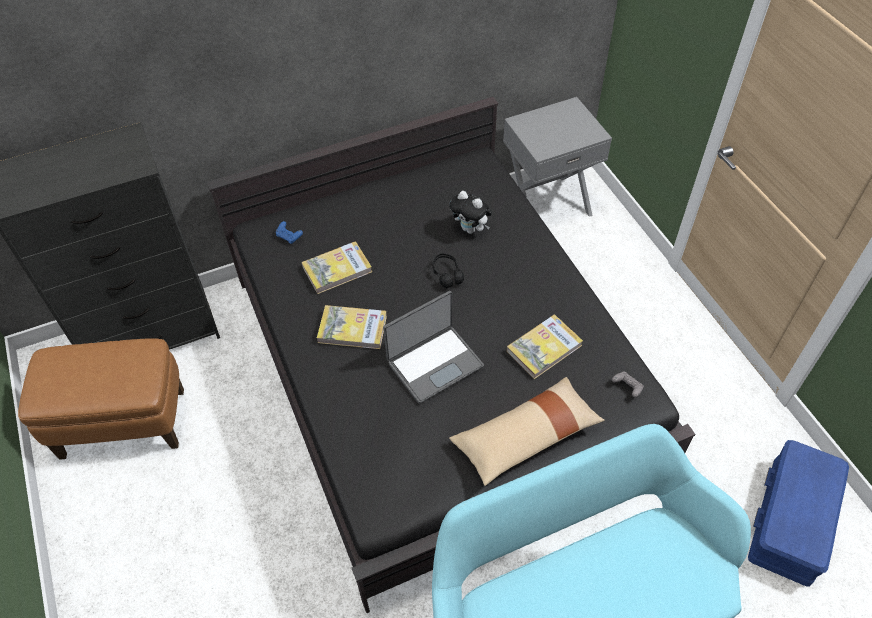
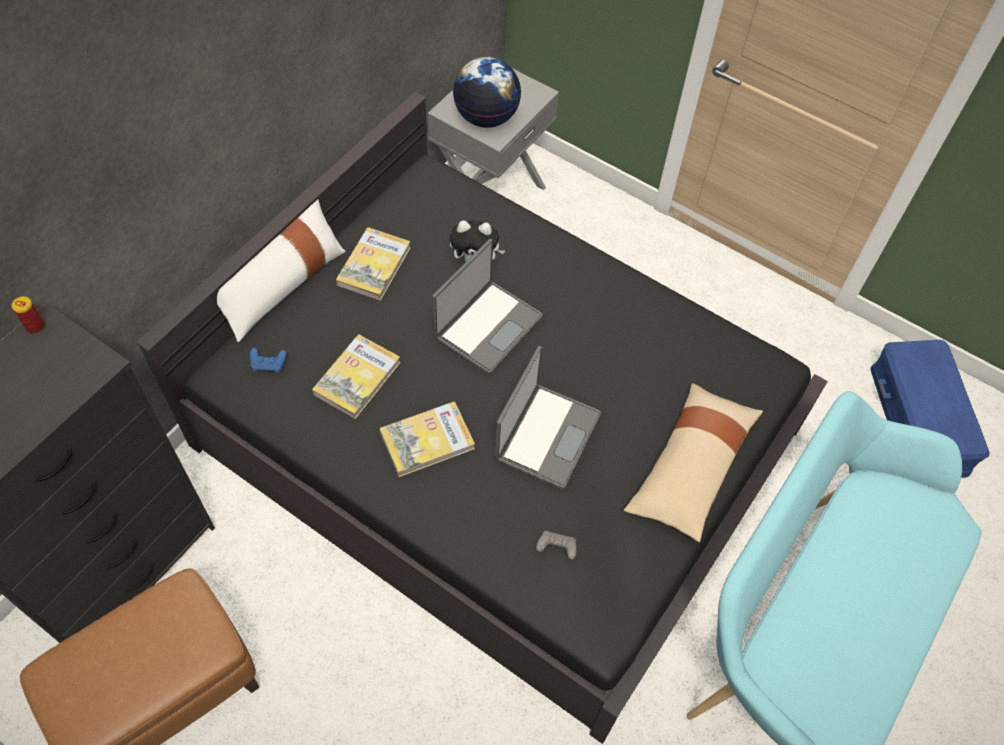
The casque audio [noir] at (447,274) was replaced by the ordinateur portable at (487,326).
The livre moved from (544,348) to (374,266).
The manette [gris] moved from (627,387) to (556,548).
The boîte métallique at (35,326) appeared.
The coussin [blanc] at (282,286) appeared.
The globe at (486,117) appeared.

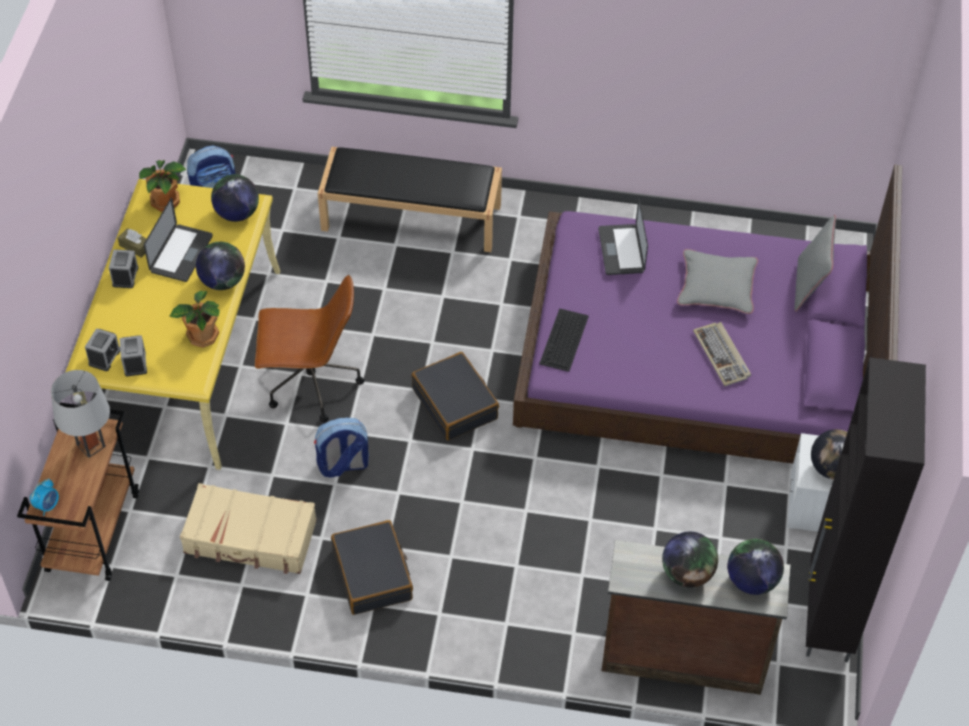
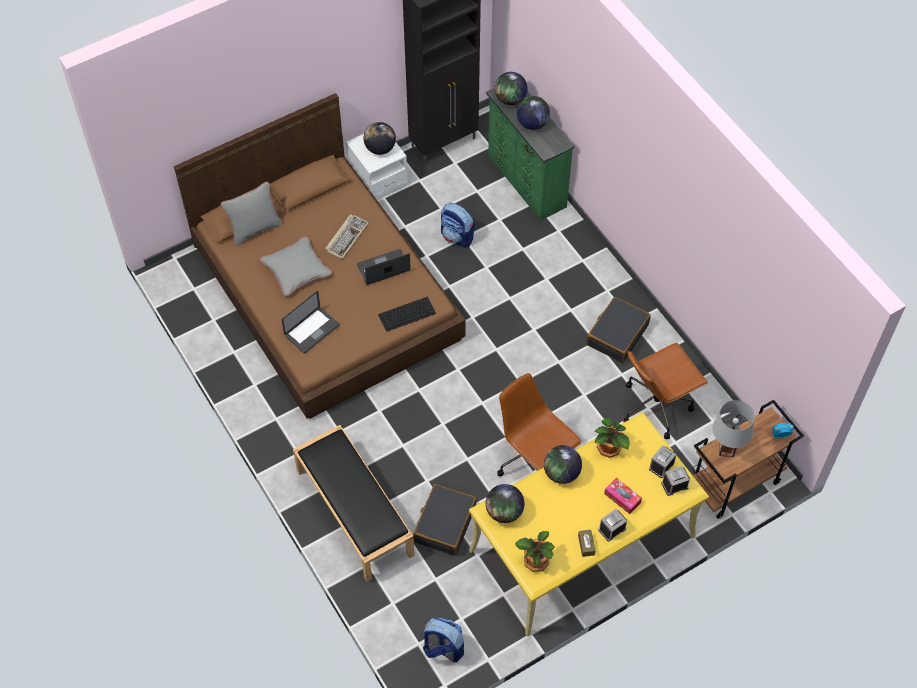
The ordinateur portable moved from (181,254) to (383,268).
The valise [beige] at (250,538) was replaced by the chaise de bureau [marron] at (656,406).
The sac à dos moved from (343,465) to (457,237).
The valise [noir] moved from (455,404) to (444,524).
The lit [violet] at (697,355) became the lit [marron] at (326,290).
The commode [marron] at (682,657) became the commode [vert] at (526,182).
The boîte à mouchoirs at (622,498) appeared.

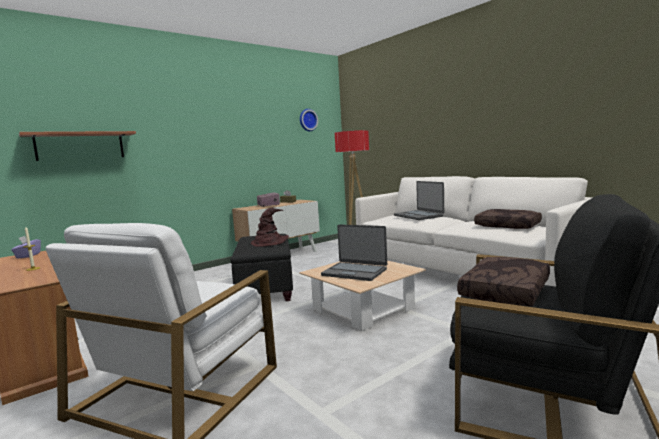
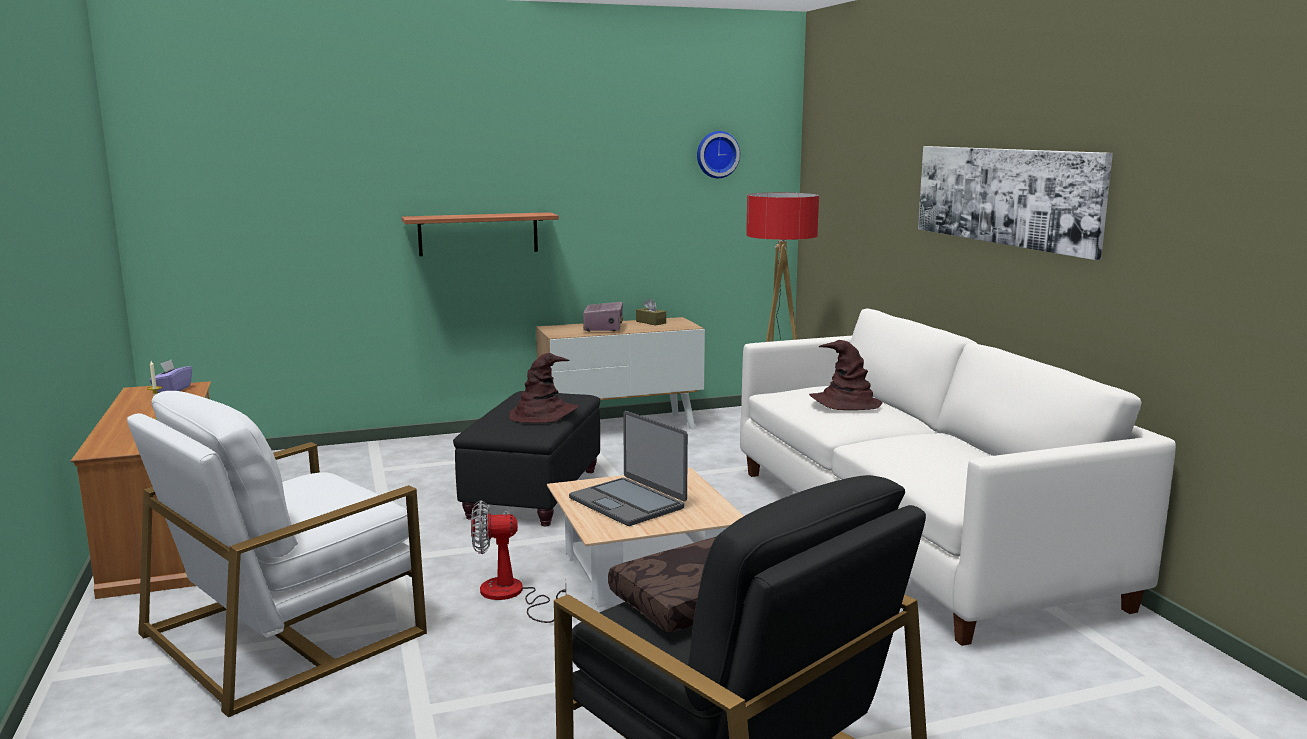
The étagère moved from (80,146) to (478,234).
The ordinateur portable at (418,216) was replaced by the chapeau [marron] at (844,403).
The coussin [marron] at (508,226) disappeared.
The ventilateur at (511,595) appeared.
The tableau at (1005,196) appeared.

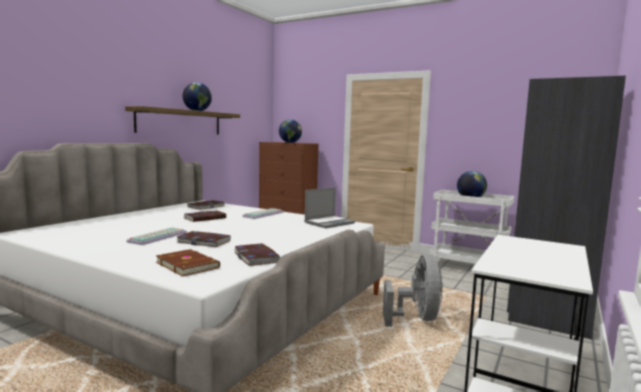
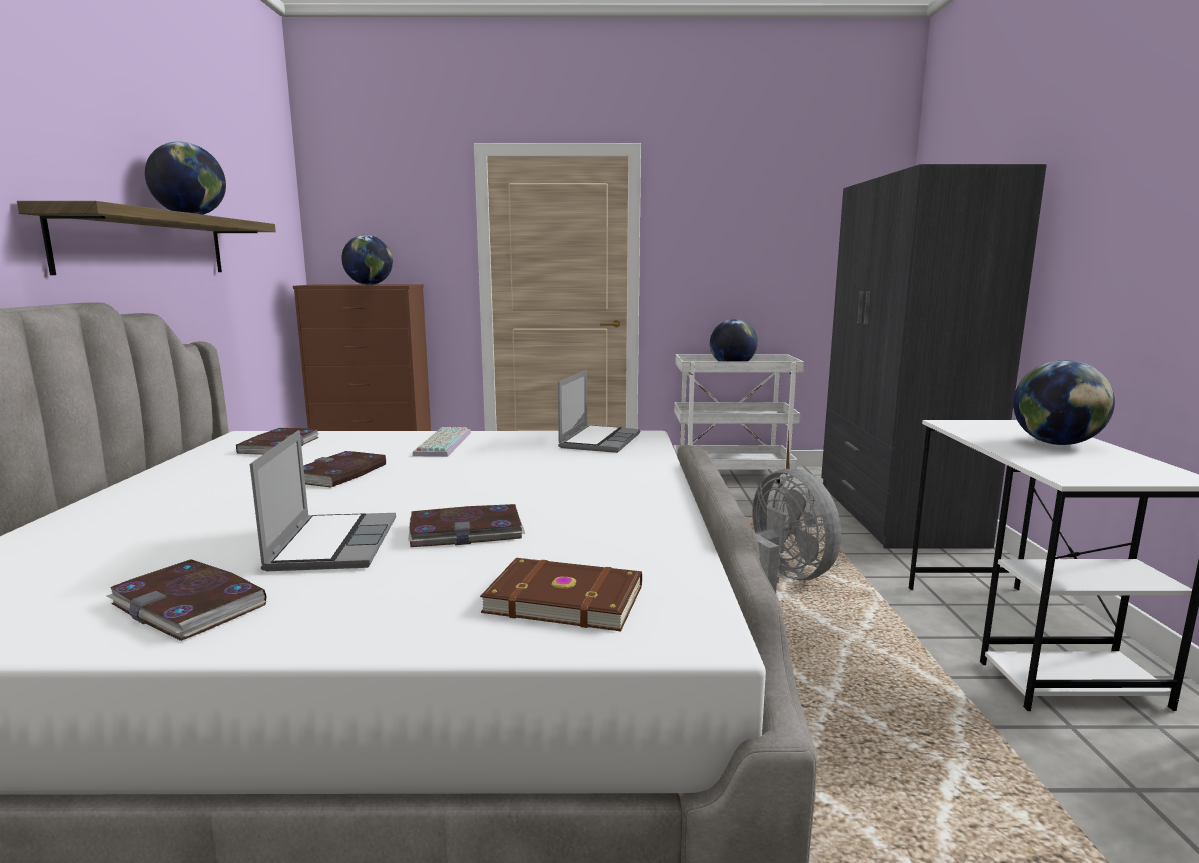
The clavier at (158,237) was replaced by the ordinateur portable at (332,544).
The livre moved from (256,257) to (190,604).
The globe at (1055,443) appeared.

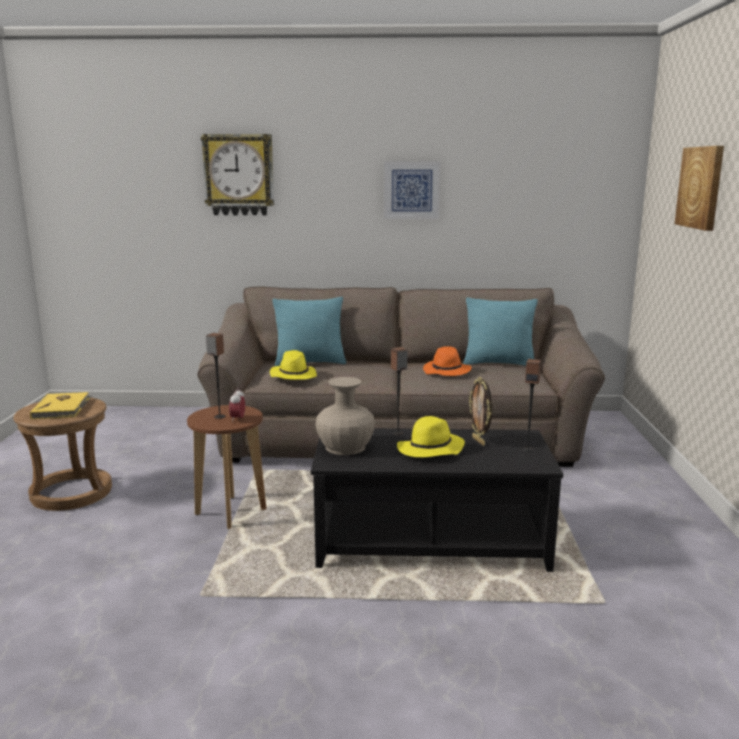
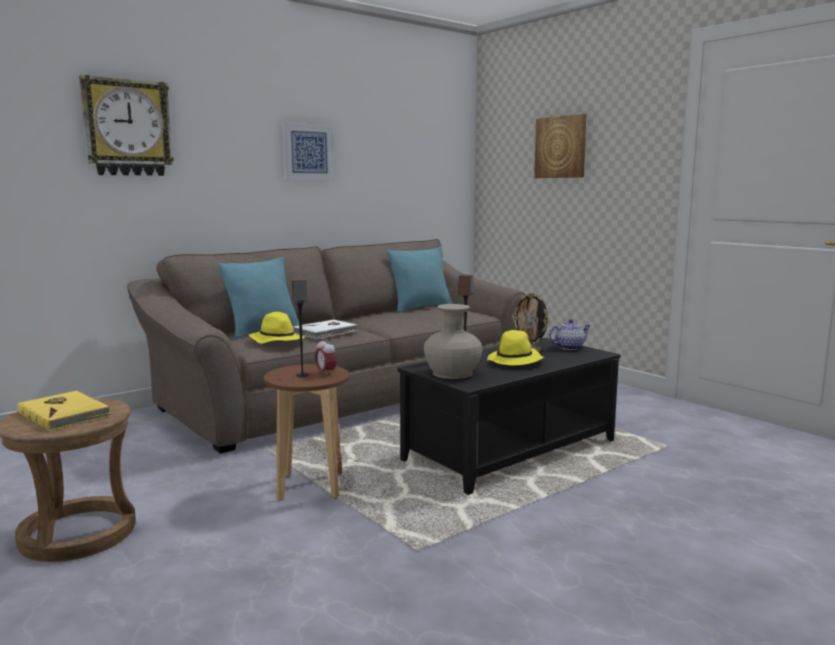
The chapeau [orange] at (447,371) disappeared.
The enceinte at (527,449) was replaced by the théière at (569,347).
The livre [blanc] at (326,332) appeared.

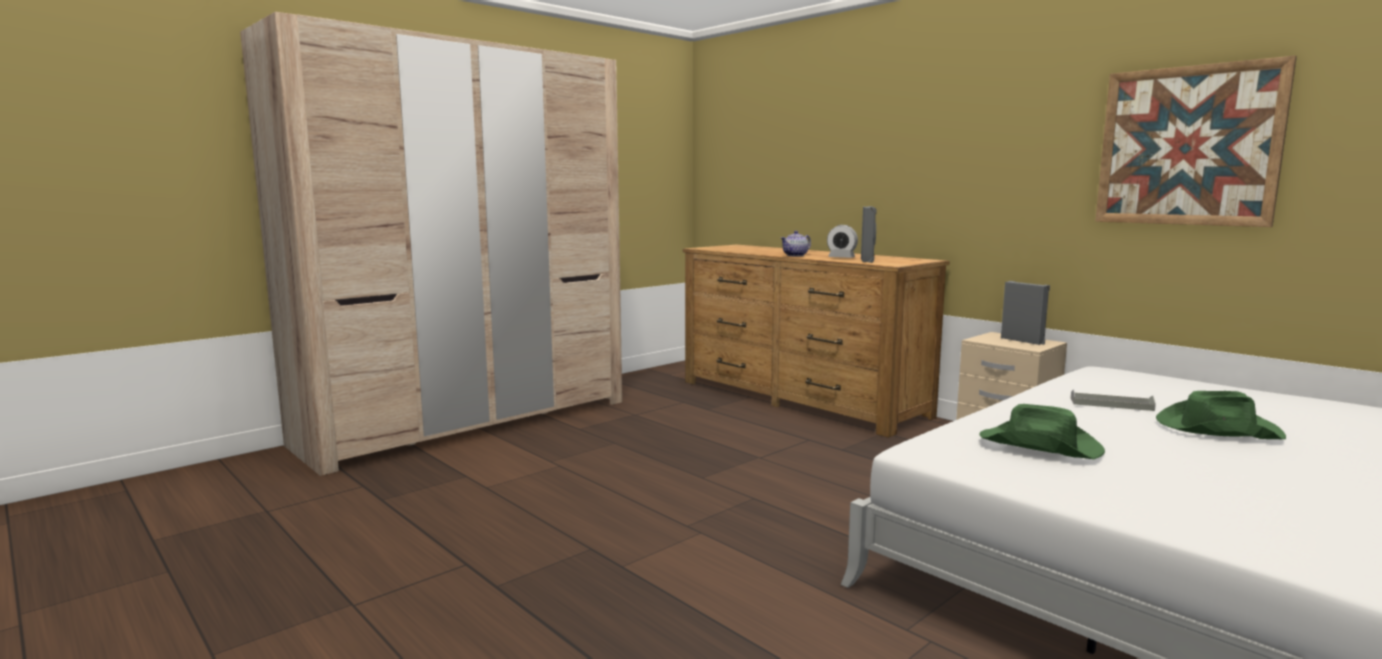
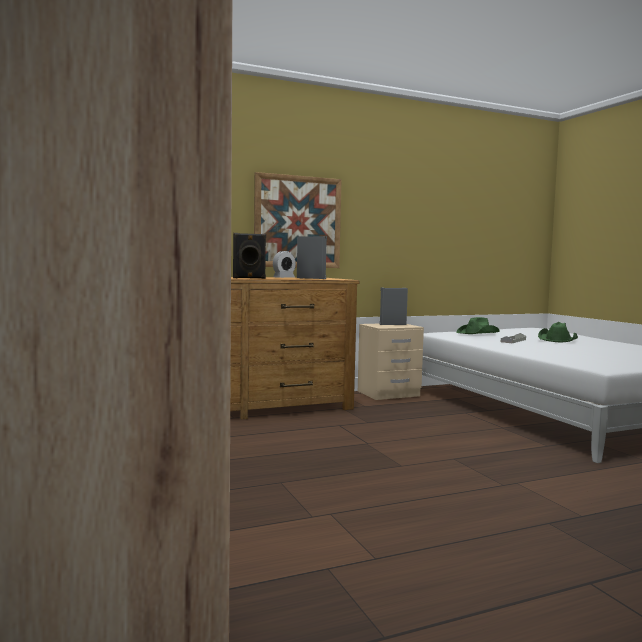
The théière at (795,255) was replaced by the enceinte [noir] at (249,278).
The chapeau [vert] moved from (1041,446) to (478,333).
The tableau moved from (1187,146) to (297,222).

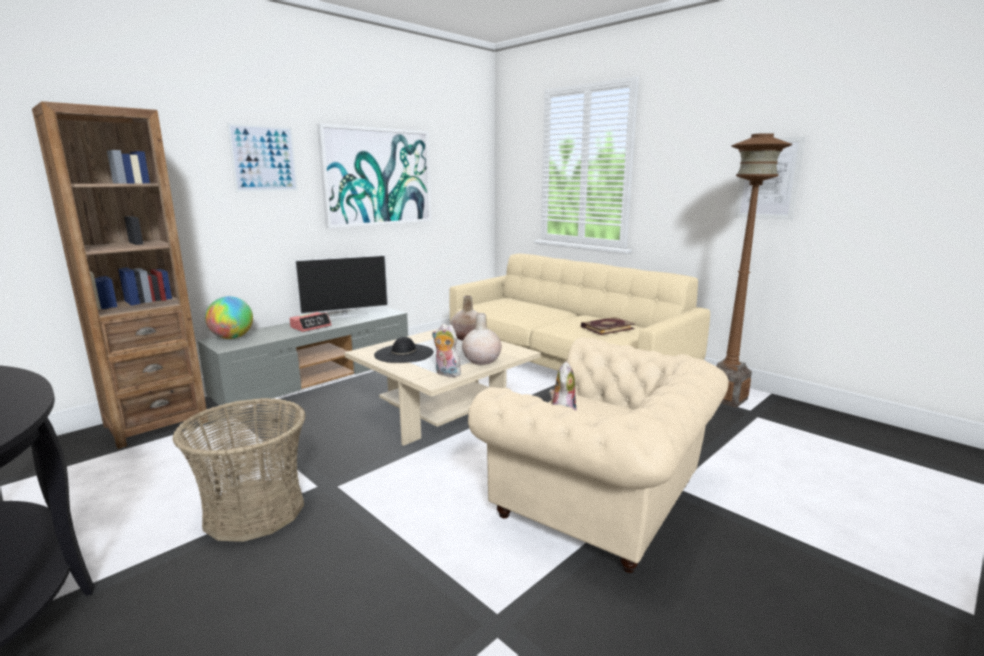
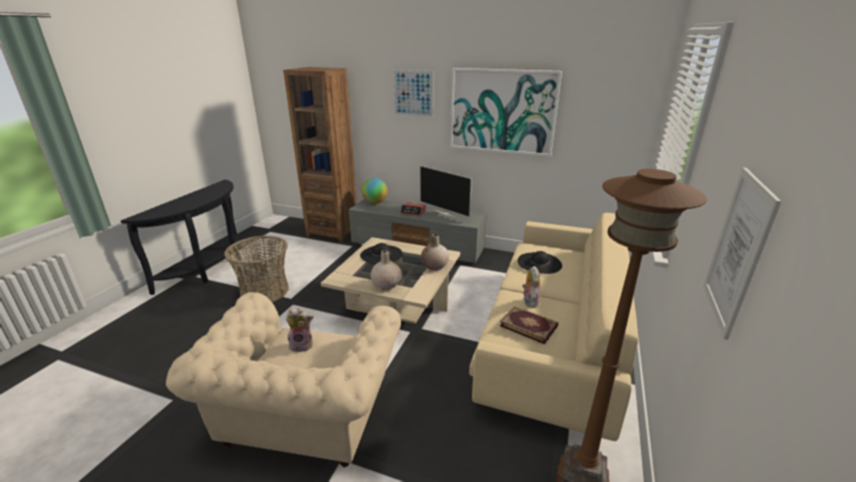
The peluche moved from (446,374) to (529,301).
The chapeau [noir] at (539,263) appeared.

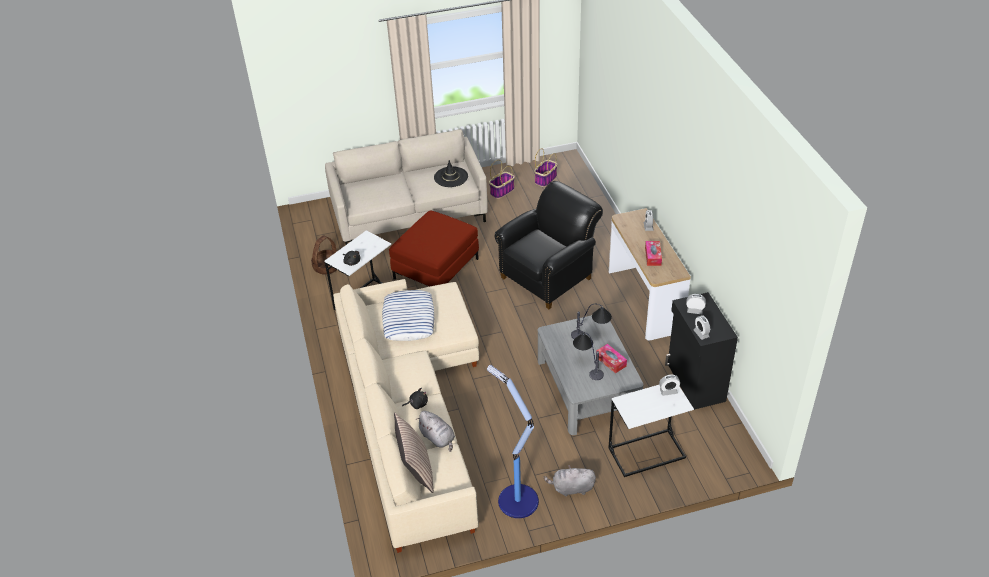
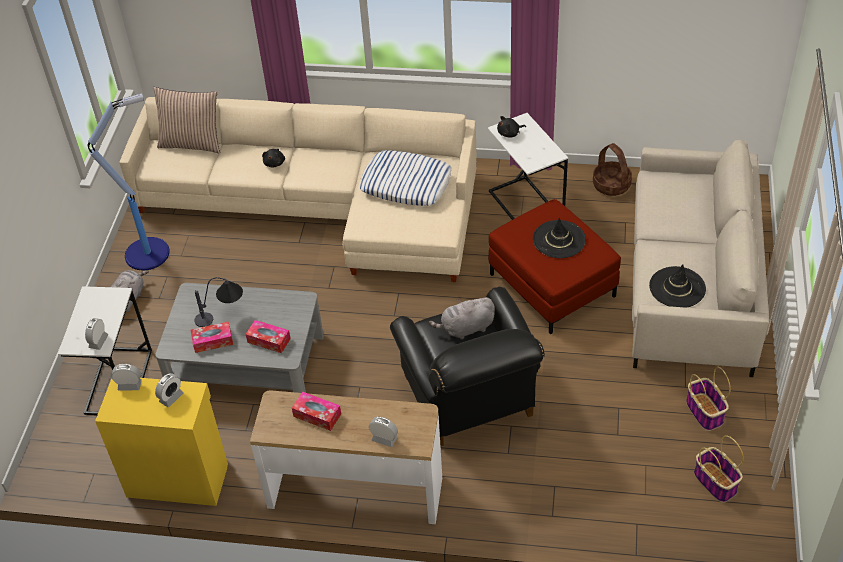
The peluche [gris] moved from (438,438) to (465,328).
The lampe de table at (592,334) was replaced by the boîte à mouchoirs at (269,340).
The meuble de rangement [noir] at (695,383) became the meuble de rangement [jaune] at (177,479).
The chapeau [noir] at (559,239) appeared.

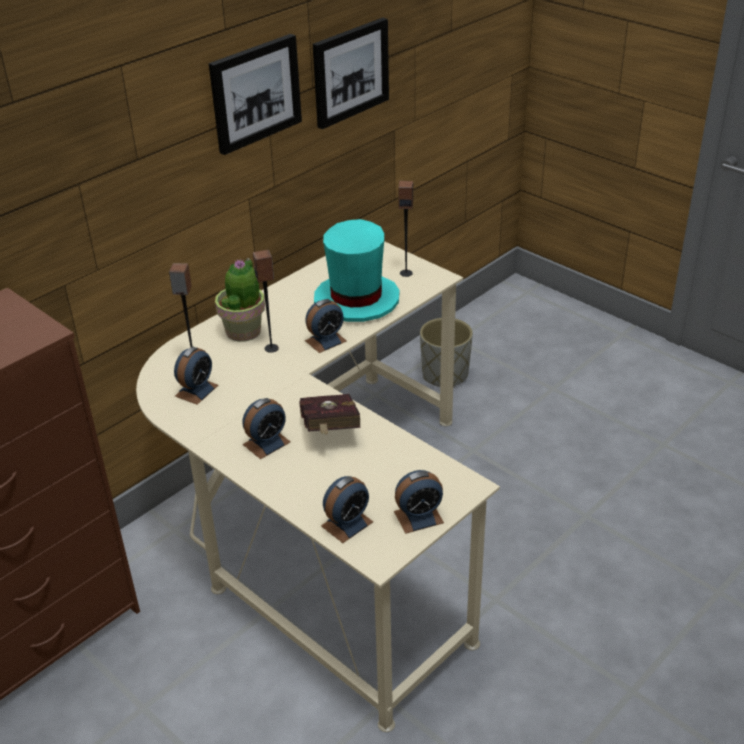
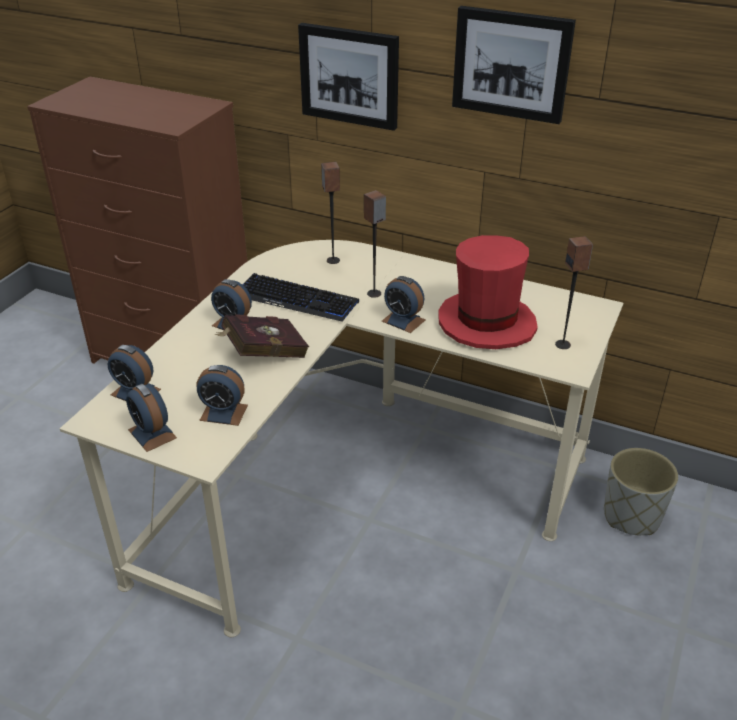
The réveil moved from (196,390) to (224,412).
The plante en pot at (244,331) disappeared.
The tableau moved from (350,72) to (350,75).
The chapeau [turquoise] at (356,300) became the chapeau [rouge] at (486,323).
The clavier at (296,299) appeared.

